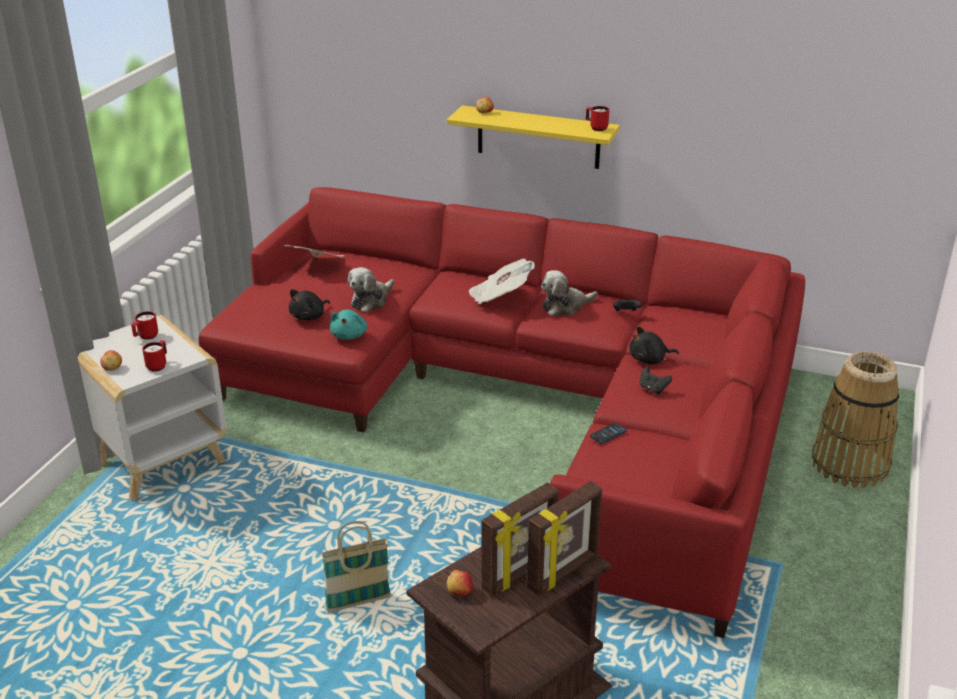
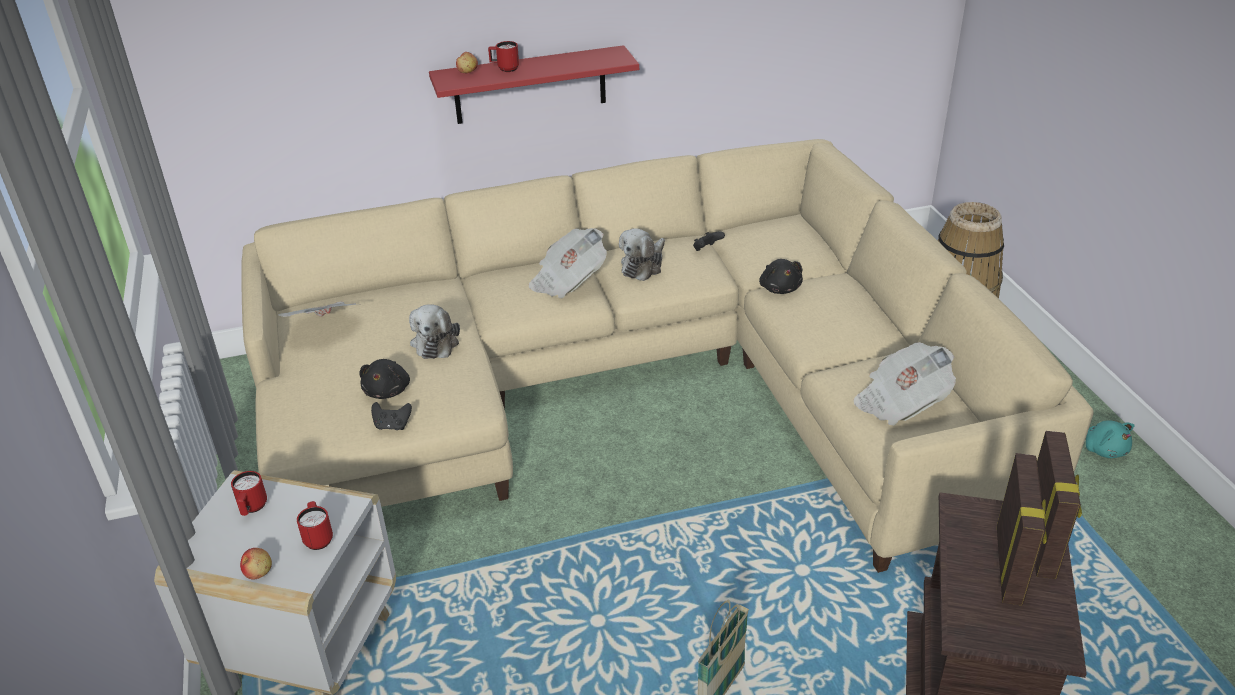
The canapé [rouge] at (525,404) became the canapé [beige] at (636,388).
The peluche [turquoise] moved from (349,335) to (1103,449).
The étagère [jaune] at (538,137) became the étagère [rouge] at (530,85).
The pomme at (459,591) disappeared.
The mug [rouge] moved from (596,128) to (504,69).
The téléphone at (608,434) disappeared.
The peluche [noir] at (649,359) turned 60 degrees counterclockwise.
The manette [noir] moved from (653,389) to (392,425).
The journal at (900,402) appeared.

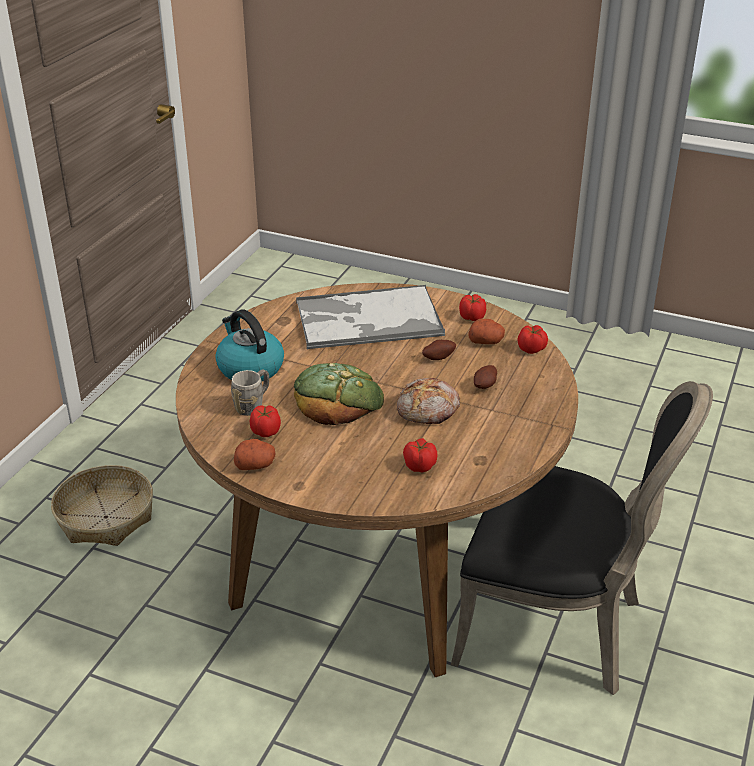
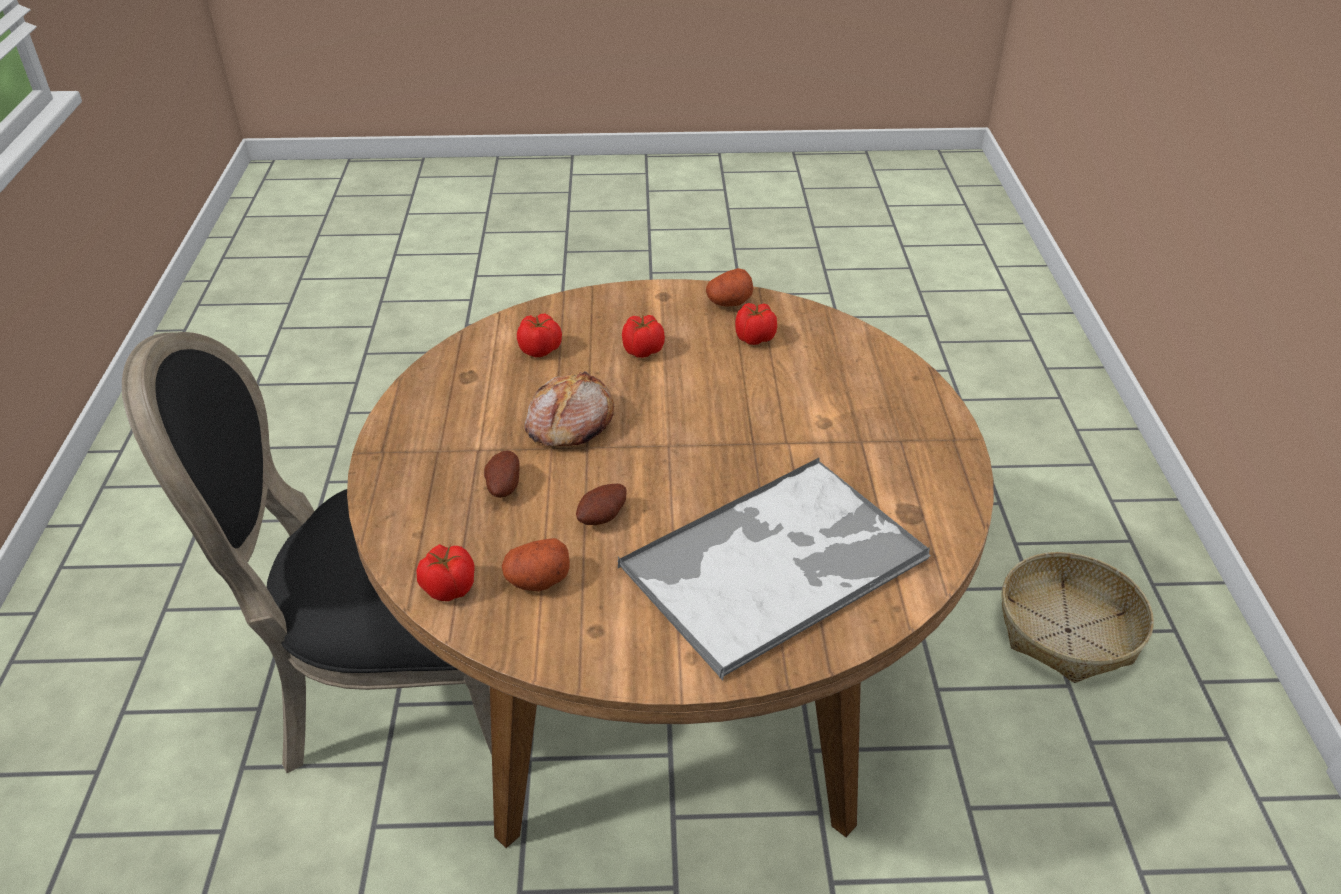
The bouilloire at (249,368) disappeared.
The mug [gris] at (253,405) disappeared.
The pain at (337,399) disappeared.
The tomate moved from (472,318) to (642,350).

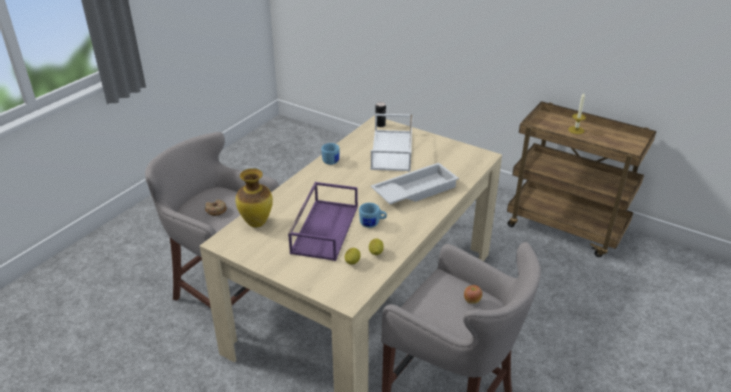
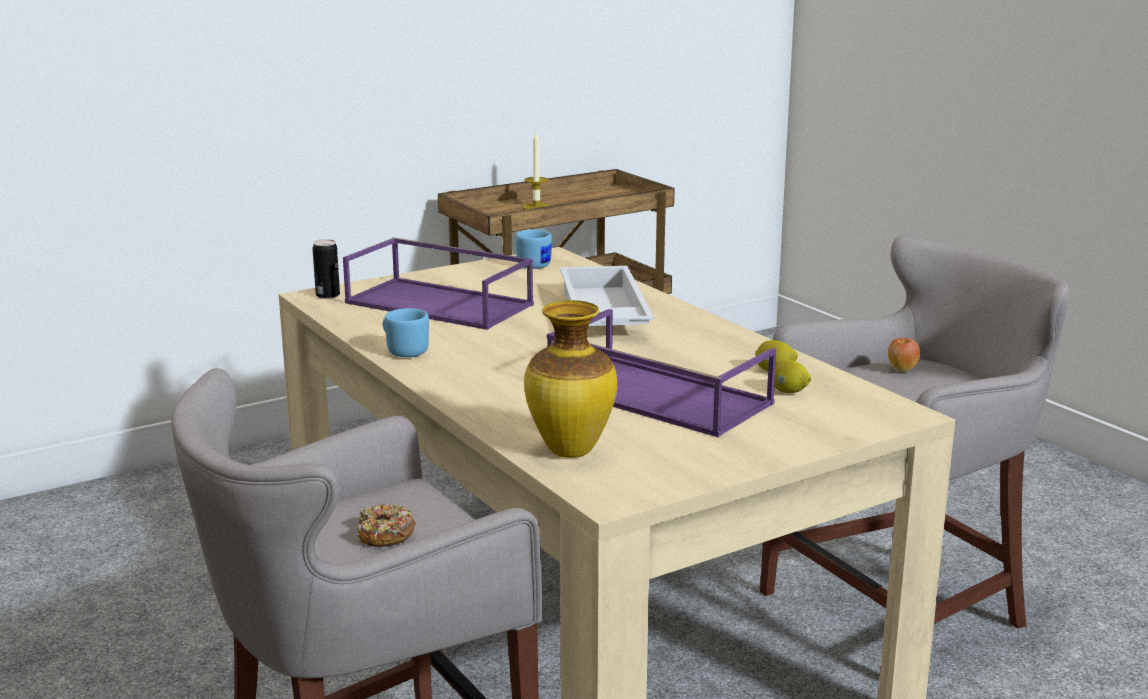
The mug [bleu] moved from (372,223) to (537,264).
The plateau [blanc] at (392,150) became the plateau [violet] at (441,303).

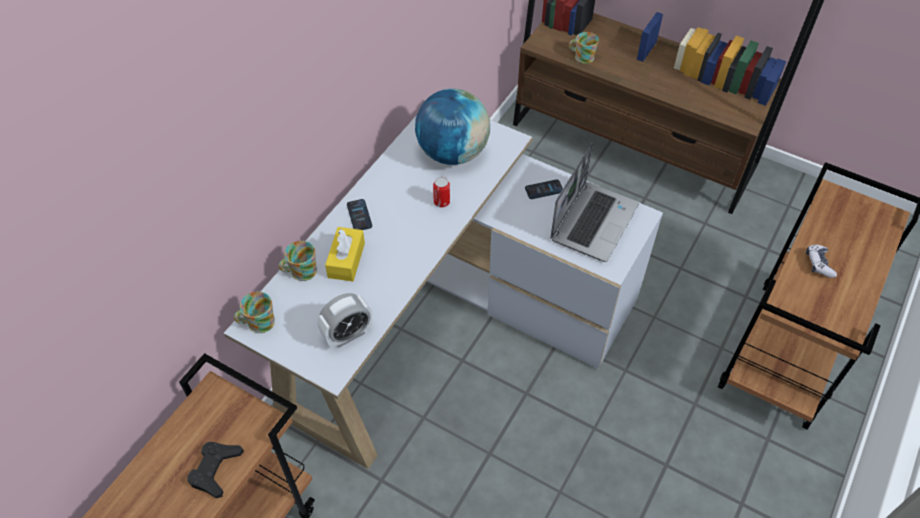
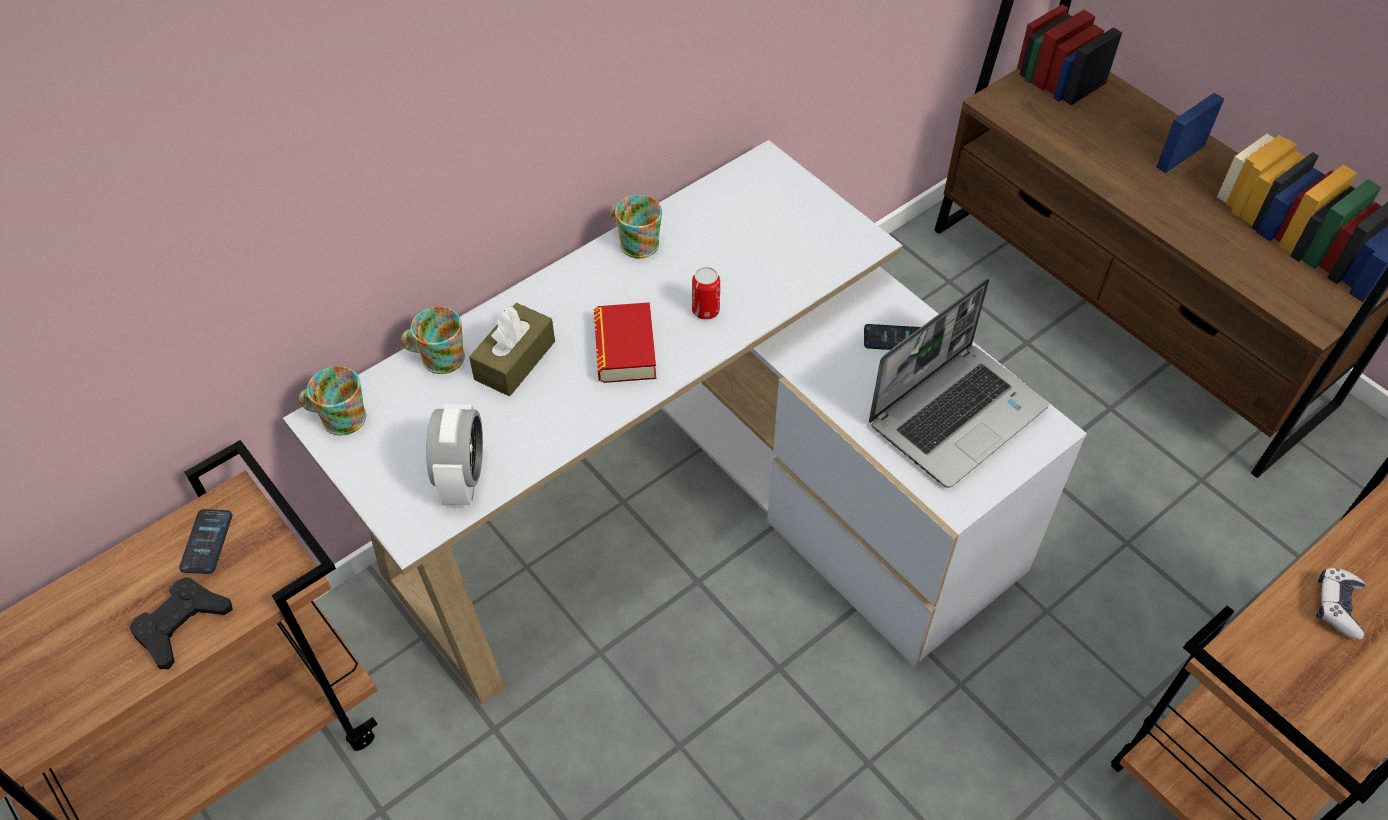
The réveil at (348,335) turned 75 degrees counterclockwise.
The boîte à mouchoirs [jaune] at (346,260) became the boîte à mouchoirs [marron] at (515,360).
The téléphone moved from (359,215) to (206,542).
The globe at (452,153) disappeared.
The mug moved from (581,56) to (635,241).
The livre at (625,349) appeared.

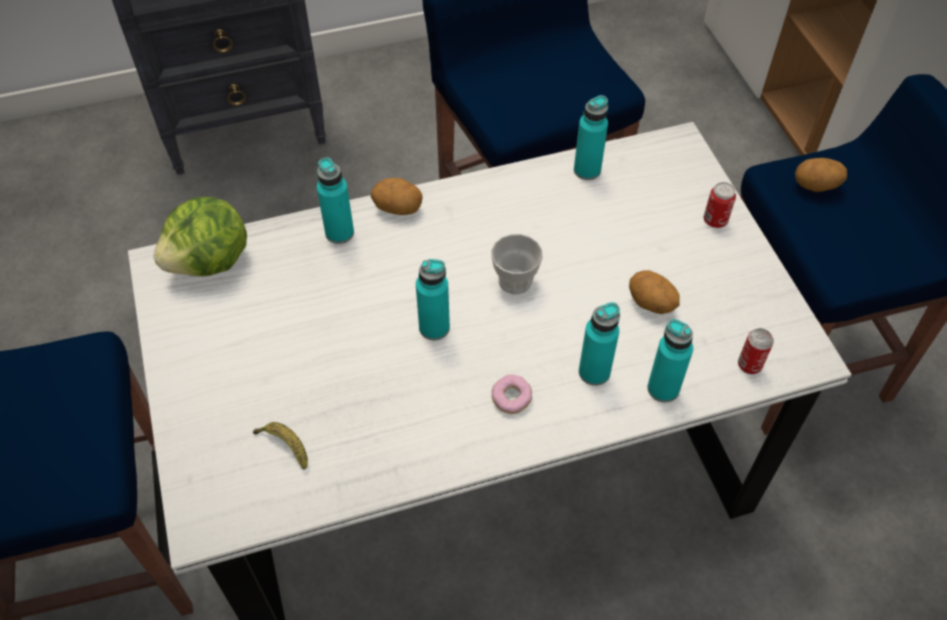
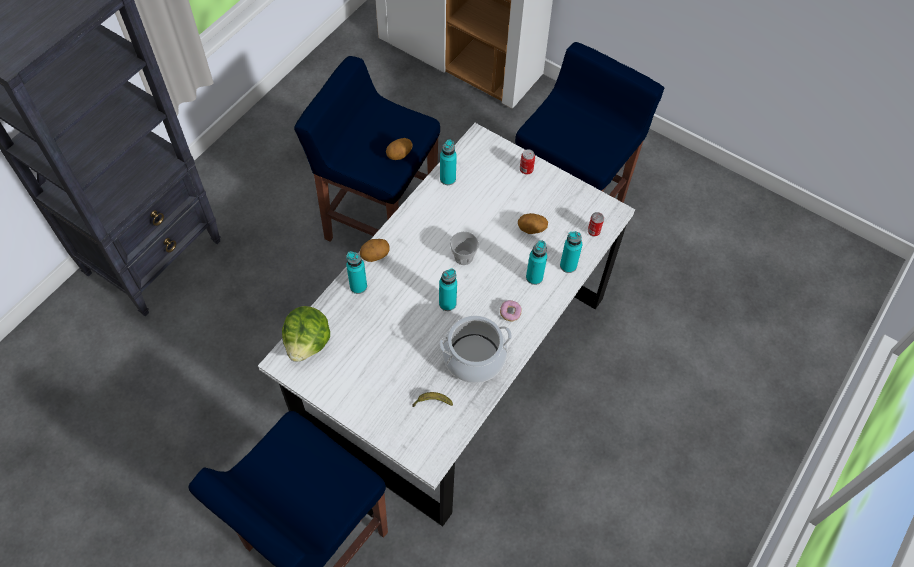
The pomme de terre moved from (815,187) to (399,155).
The marmite at (474,358) appeared.

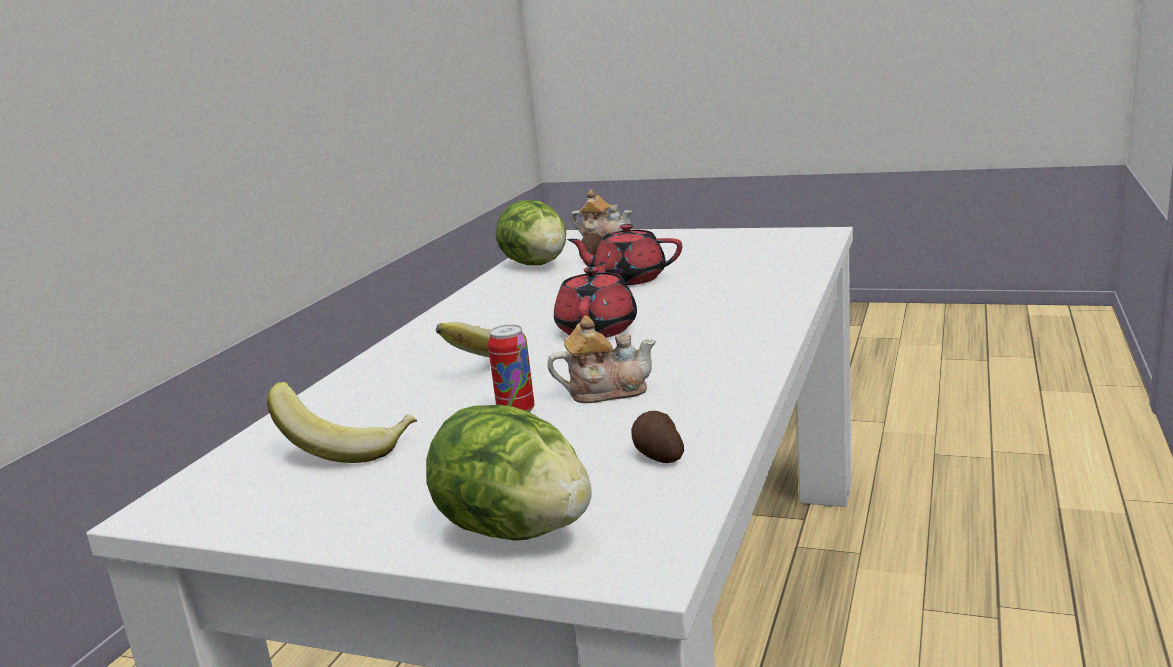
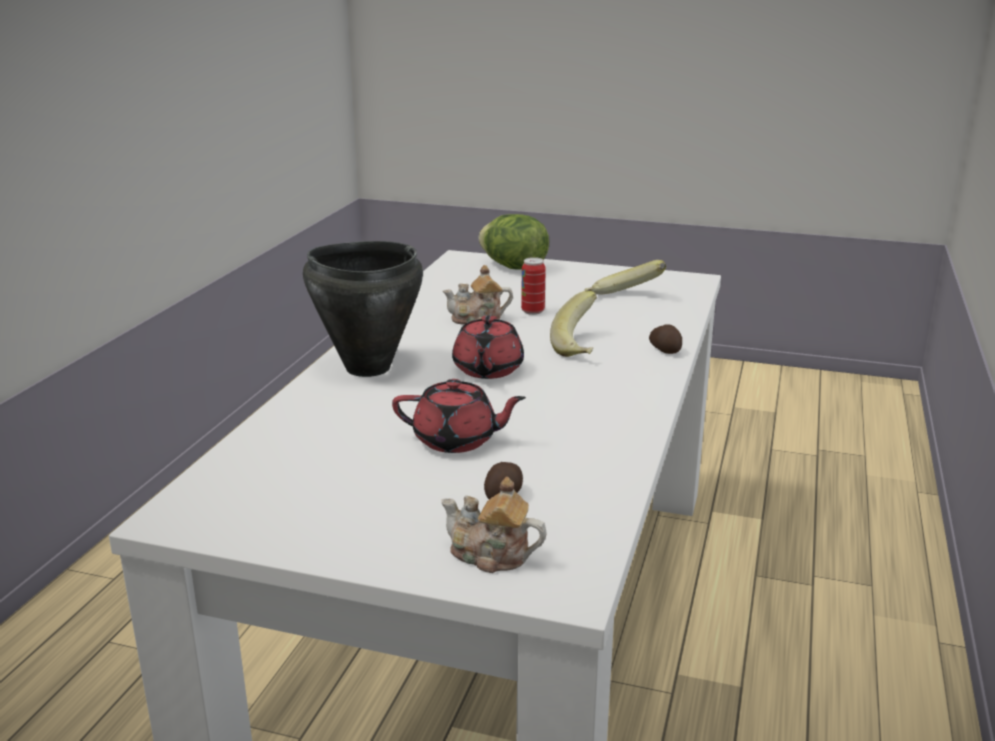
The laitue at (536,264) disappeared.
The pomme de terre moved from (657,455) to (665,350).
The marmite [noir] at (367,367) appeared.

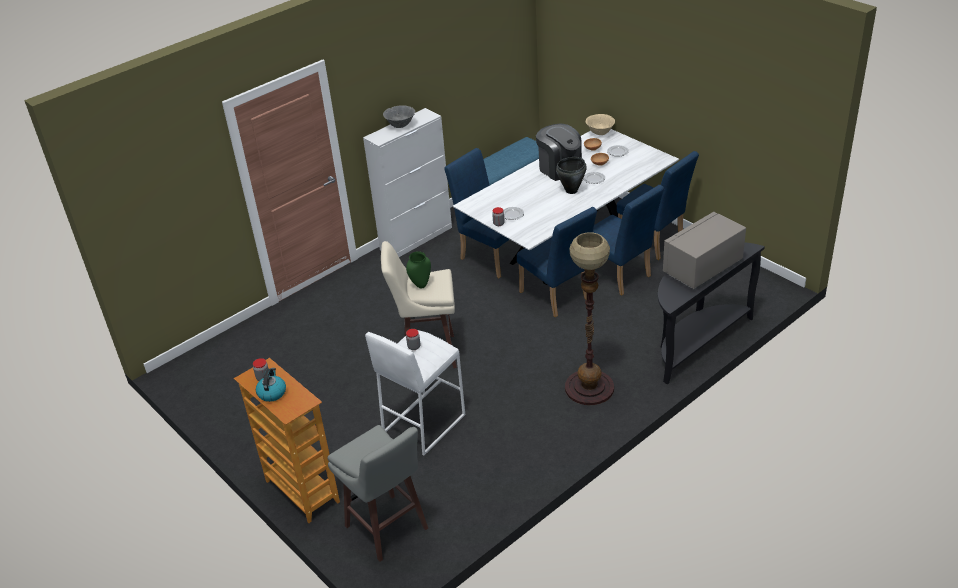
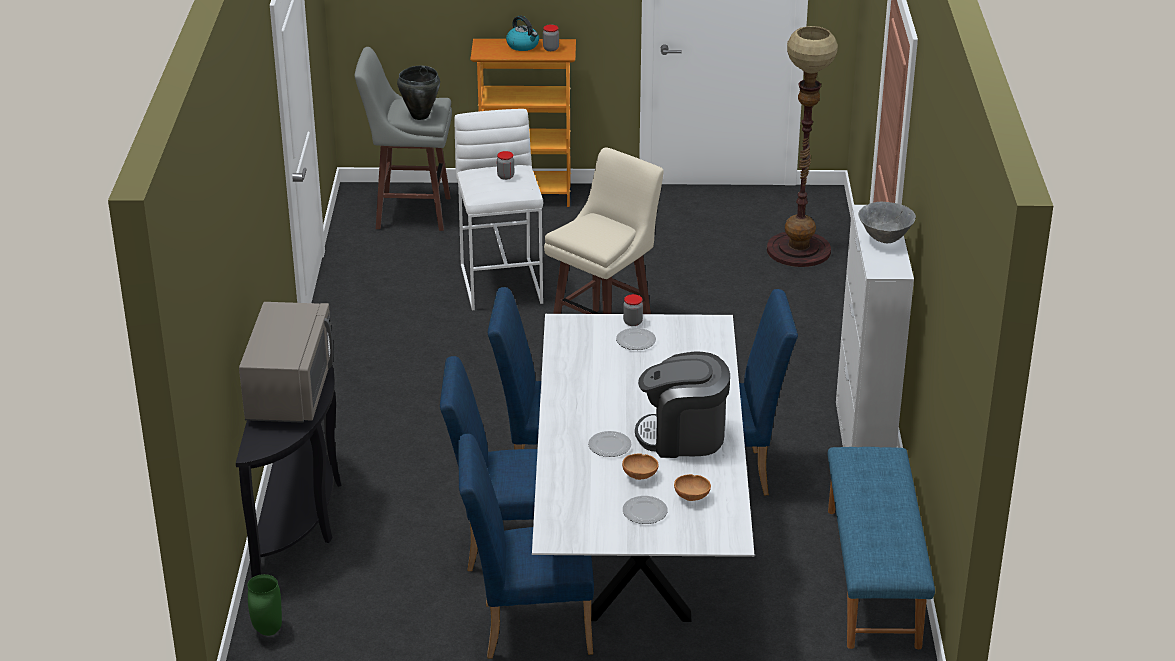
The vase [vert] moved from (421,286) to (267,631).
The marmite [noir] moved from (571,190) to (419,116).
The lampadaire moved from (589,388) to (798,250).
The bol [beige] at (600,133) disappeared.

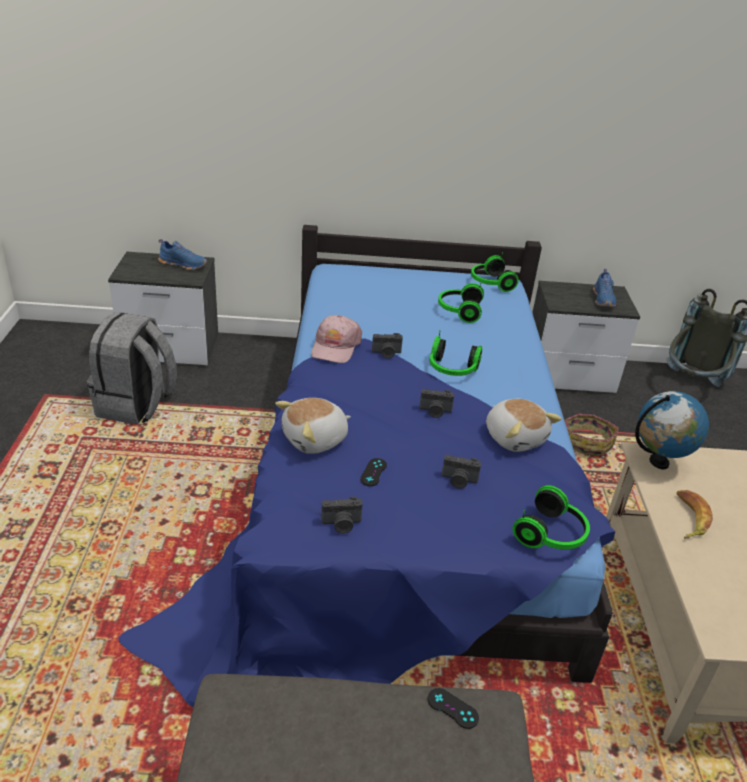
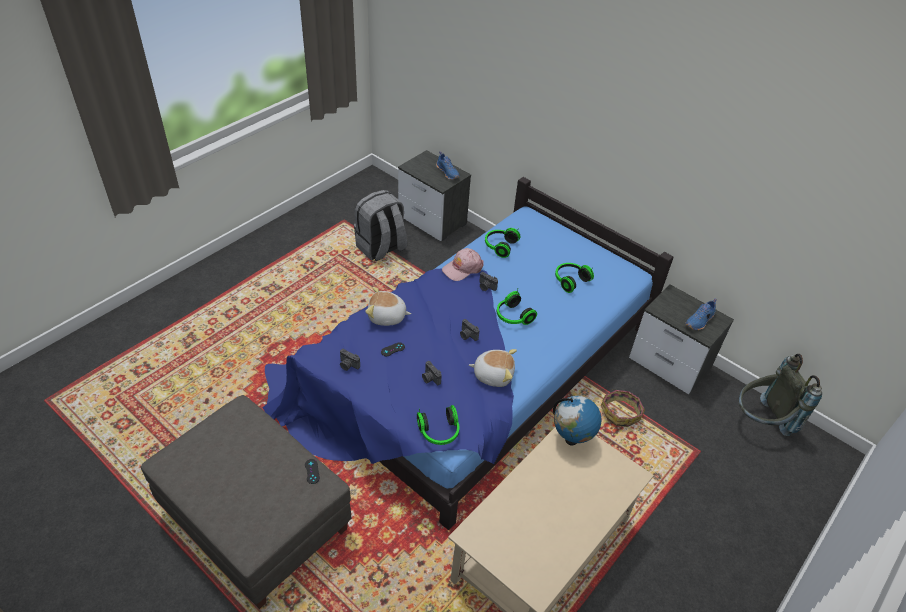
The casque audio moved from (490,283) to (499,246).
The peluche at (515,437) turned 90 degrees counterclockwise.
The banane at (688,518) disappeared.

